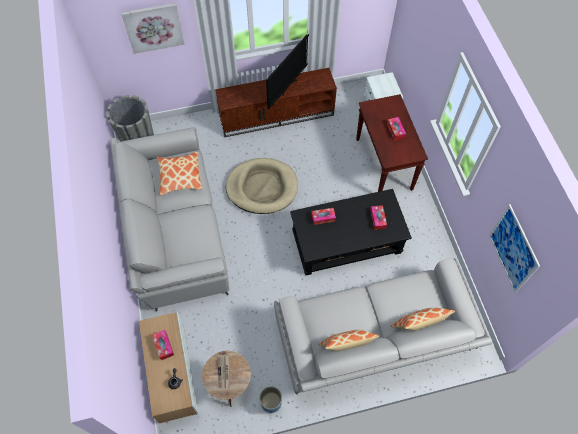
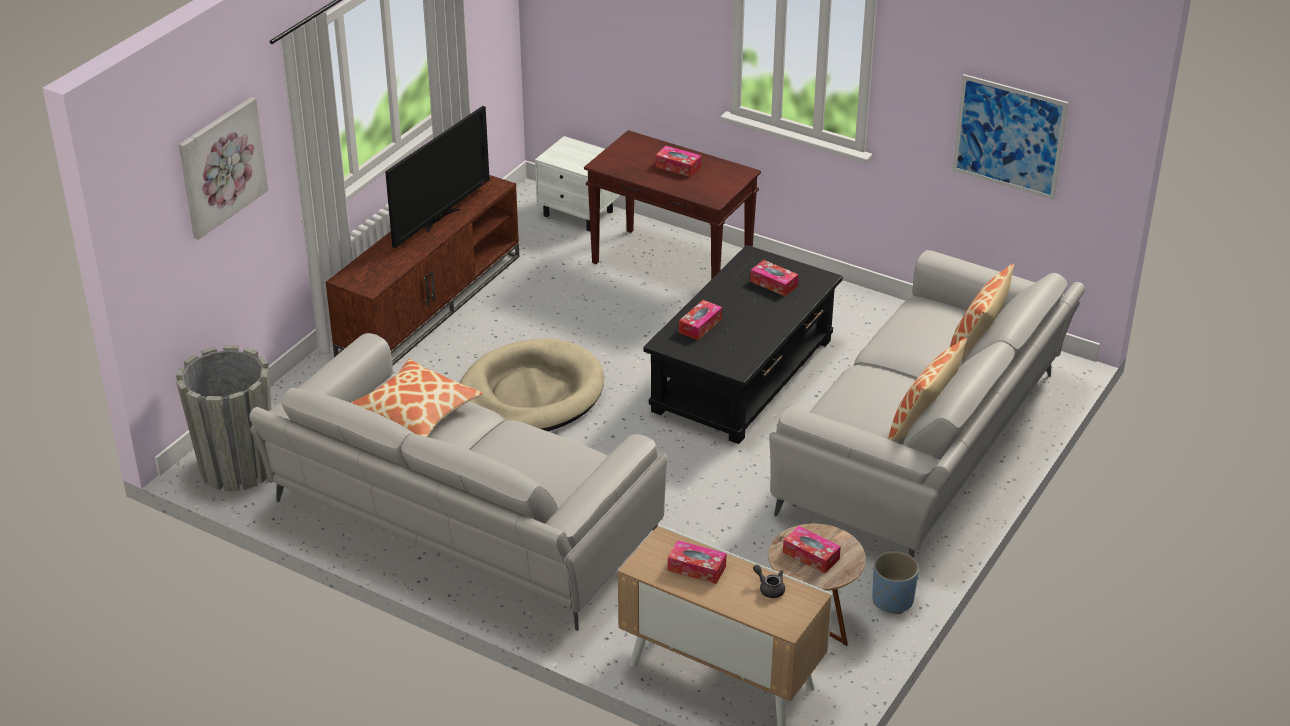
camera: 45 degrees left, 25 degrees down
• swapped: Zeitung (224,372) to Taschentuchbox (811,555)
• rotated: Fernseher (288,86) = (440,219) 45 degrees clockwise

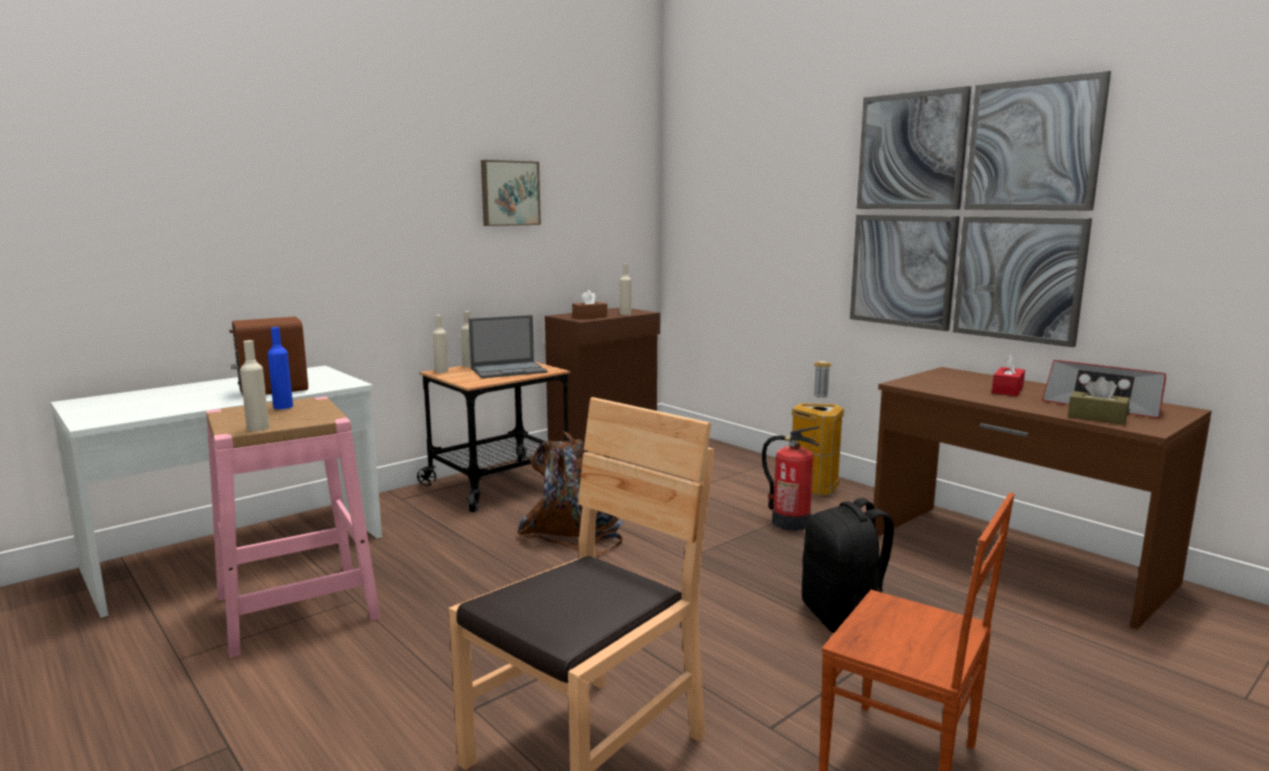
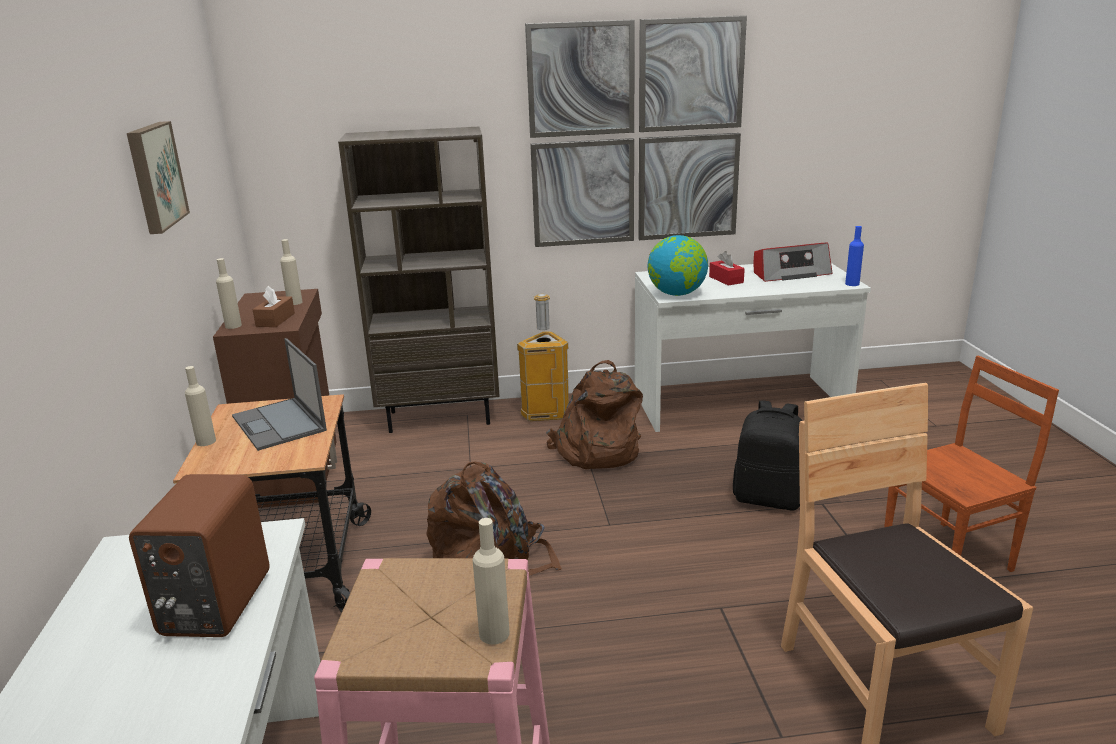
camera: 55 degrees left, 10 degrees up
• shifted: Flasche (blau) (283,407) to (852,284)
• shifted: Flasche (beige) (441,371) to (233,326)
• rotated: Laptop (509,370) = (279,424) 135 degrees clockwise
• swapped: Feuerlöscher (790,522) to Rucksack (braun) (596,451)
• repainted: Schreibtisch (braun) (1014,559) to Schreibtisch (weiß) (740,403)
• gone: Taschentuchbox (braun) (1096,418)
• new: Bücherregal (braun) (440,417)
• new: Globus (677,294)

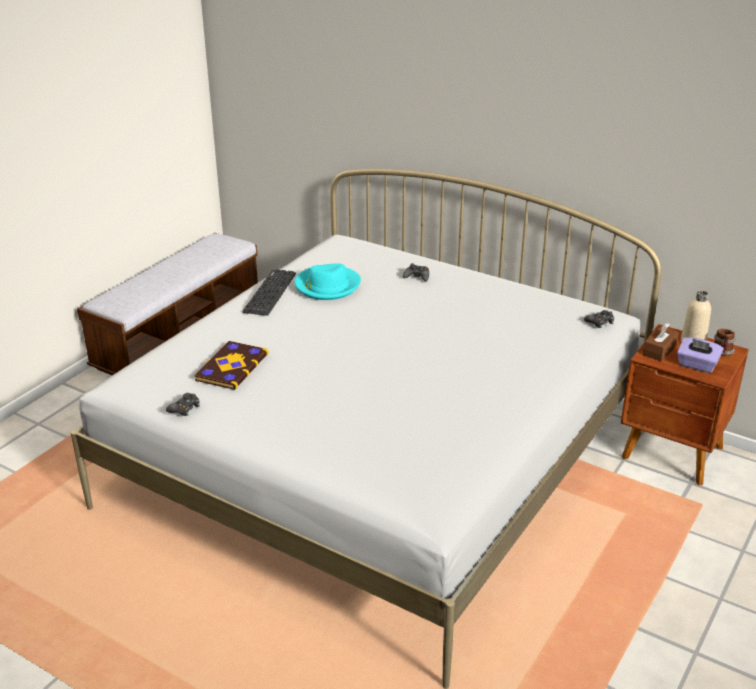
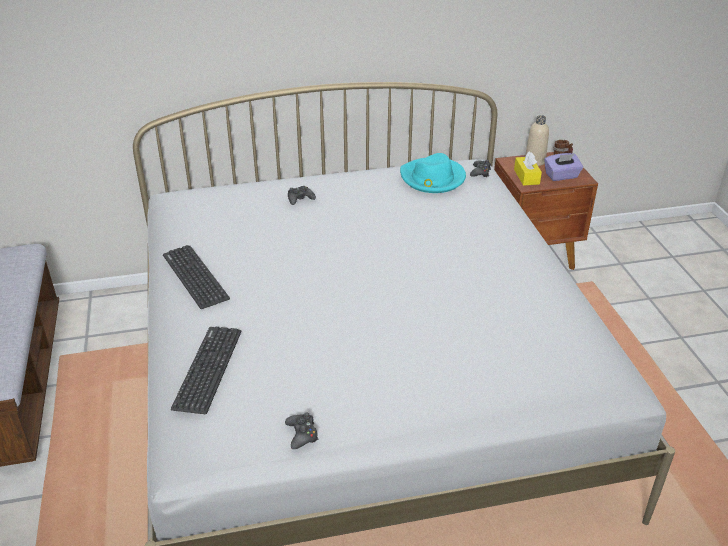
camera: 45 degrees left, 5 degrees up
• gone: Buch (231,367)
• shifted: Hut (türkis) (327,286) to (432,178)
• repainted: Taschentuchbox (braun) (659,350) to Taschentuchbox (gelb) (526,177)
• new: Tastatur (208,369)

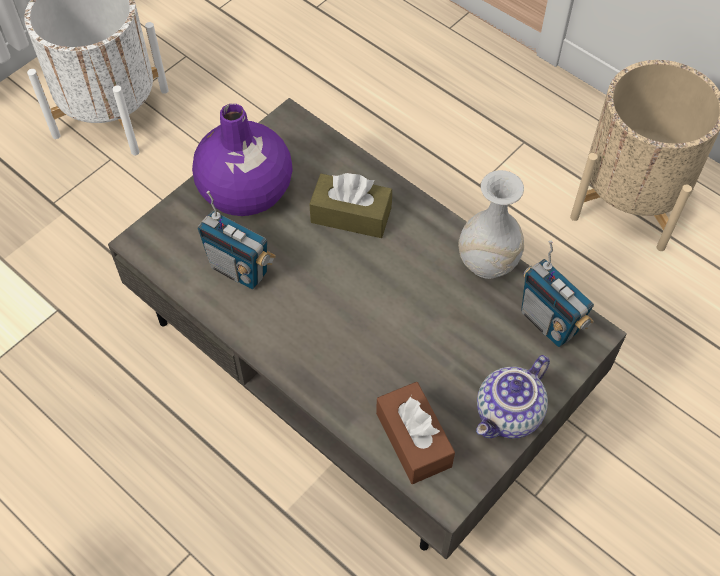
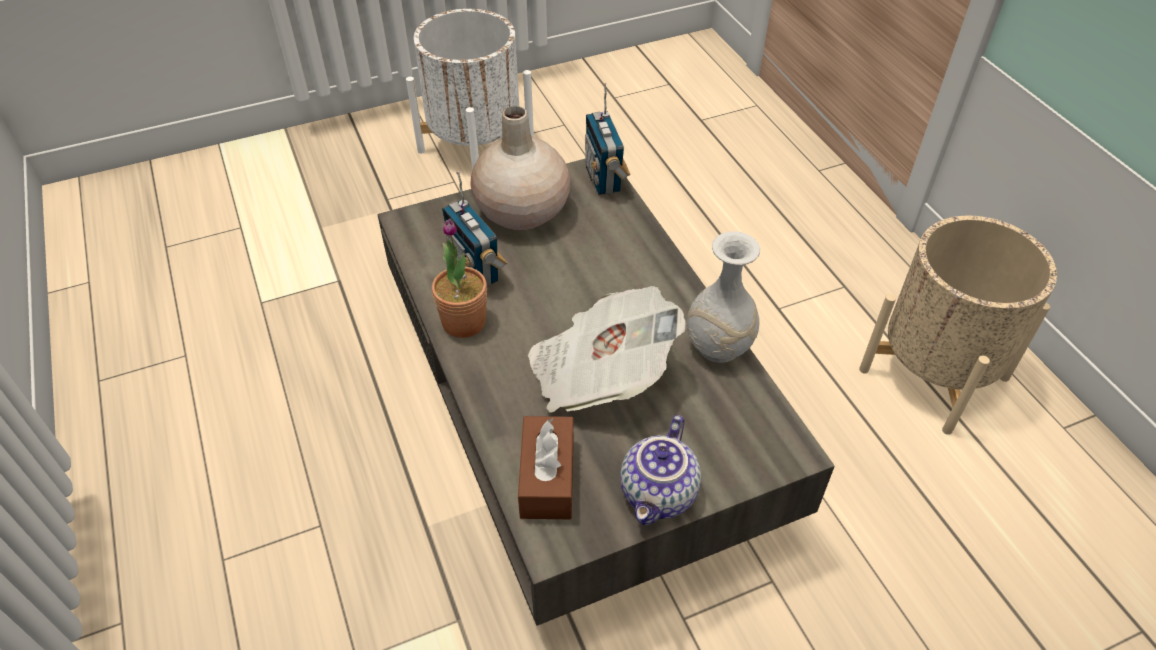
camera: 25 degrees right, 10 degrees down
• repainted: Vase (lila) (245,192) to Vase (beige) (521,212)
• gone: Taschentuchbox (braun) (351,215)
• rotated: Teekanne (509,415) = (660,495) 45 degrees counterclockwise
• shifted: Radio (549,322) to (604,179)
• new: Topfpflanze (464,322)
• new: Zeitung (600,374)

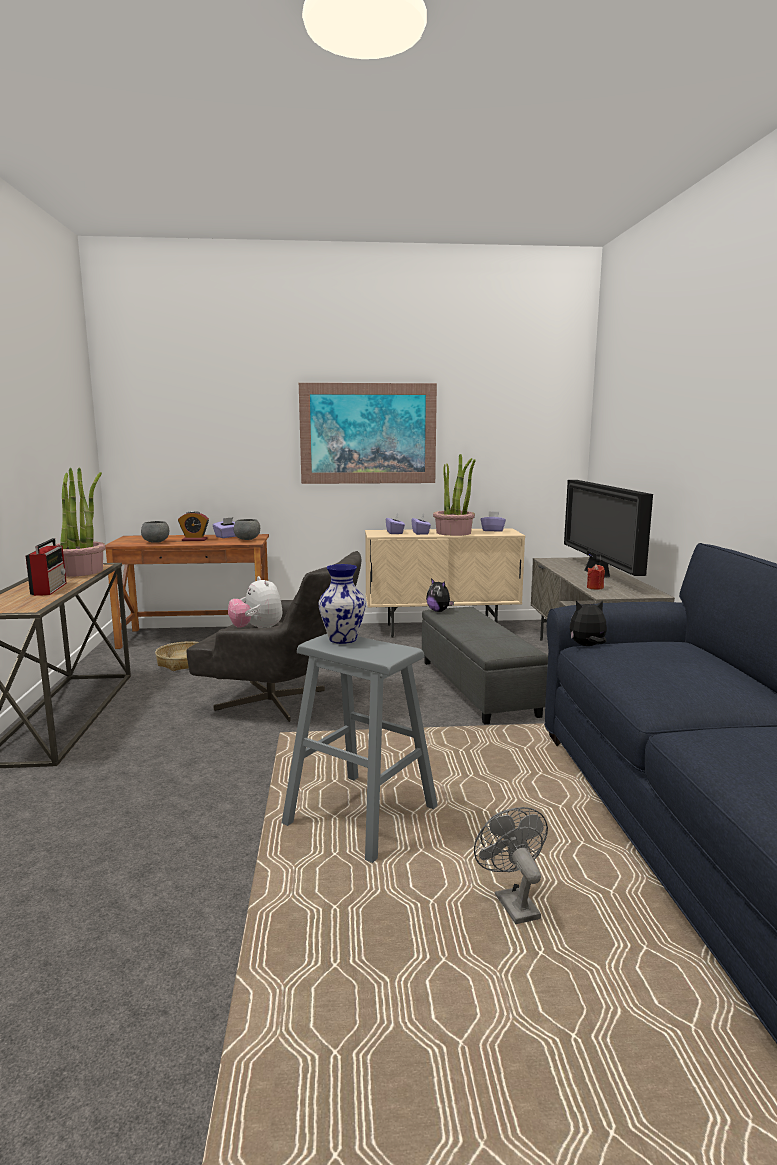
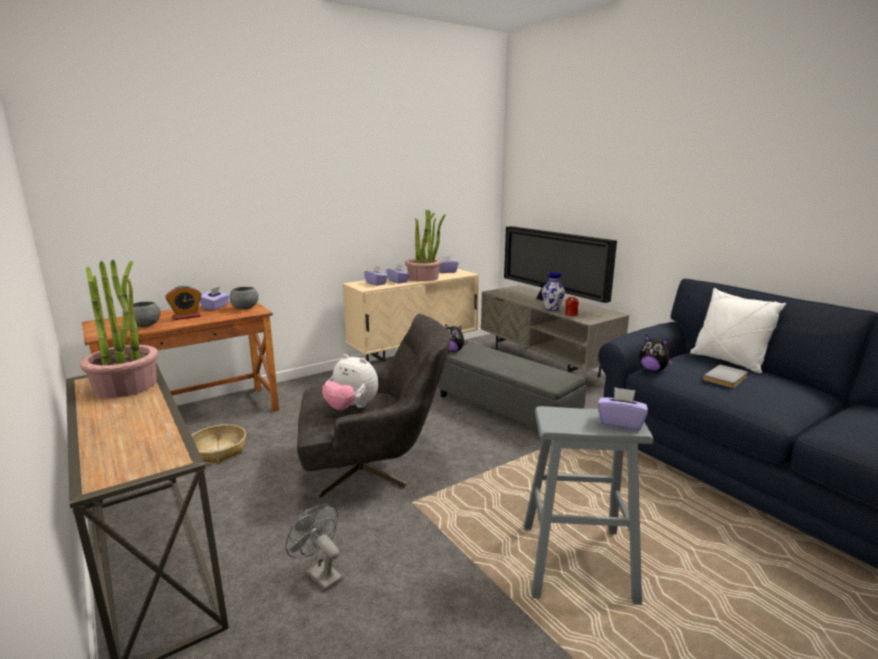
camera: 30 degrees left, 5 degrees up
• gone: Radio (50,589)
• gone: Bild (368,434)
• shifted: Vase (343,639) to (552,308)
• shifted: Ventilator (grau) (512,902) to (319,574)
• rotated: Plüschtier (587,646) = (653,370) 105 degrees counterclockwise
• new: Taschentuchbox (lila) (620,423)
• new: Kissen (weiß) (728,361)
• new: Buch (grau) (727,378)

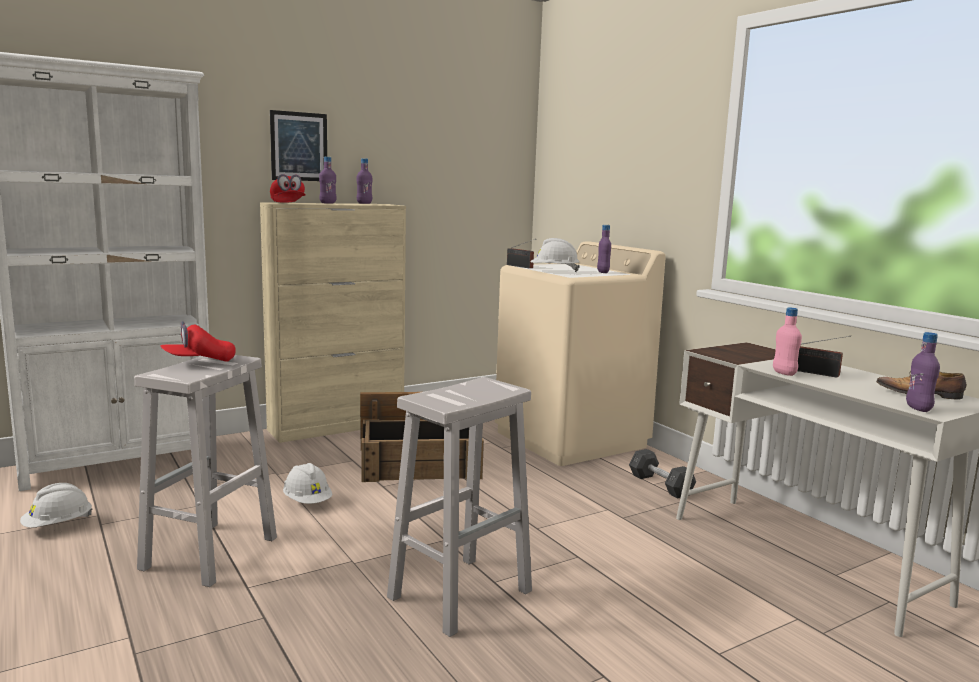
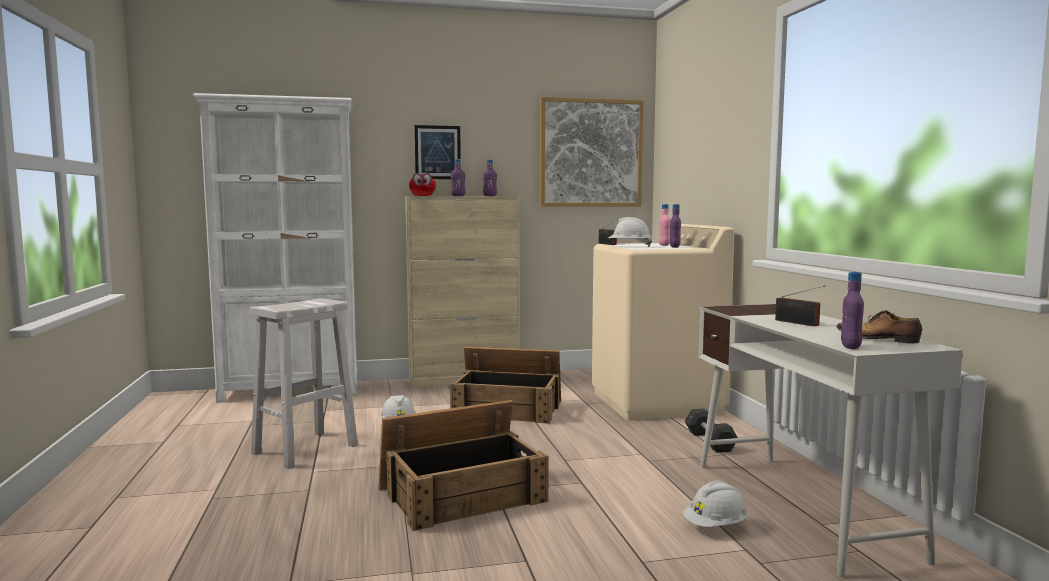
camera: 20 degrees right, 5 degrees down
• shifted: Schutzhelm (weiß) (58,525) to (715,526)
• gone: Kappe (rot) (199,361)
• swapped: Hocker (weiß) (461,593) to Kiste (462,494)
• shifted: Flasche (rosa) (784,373) to (664,245)
• new: Bild (591,153)

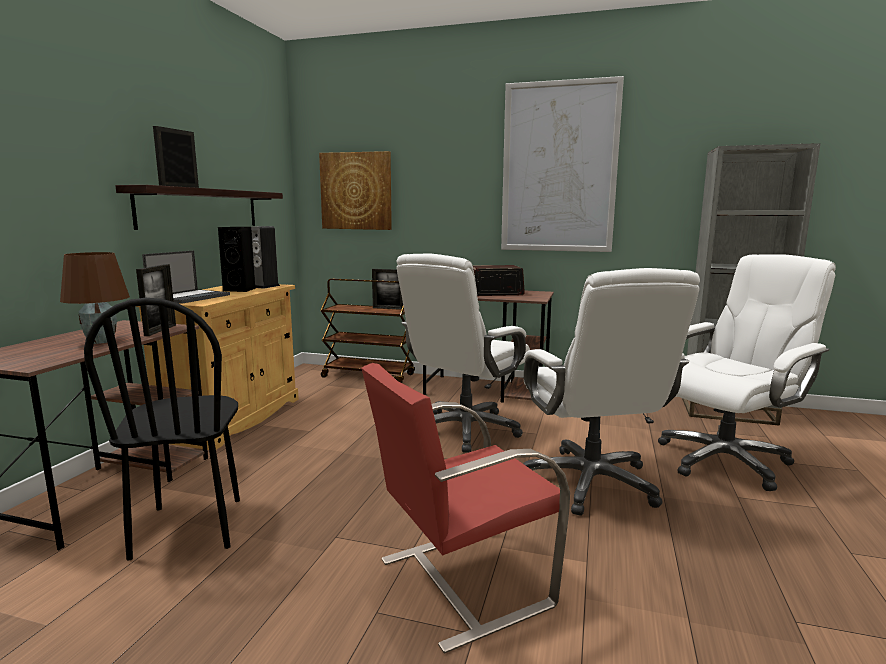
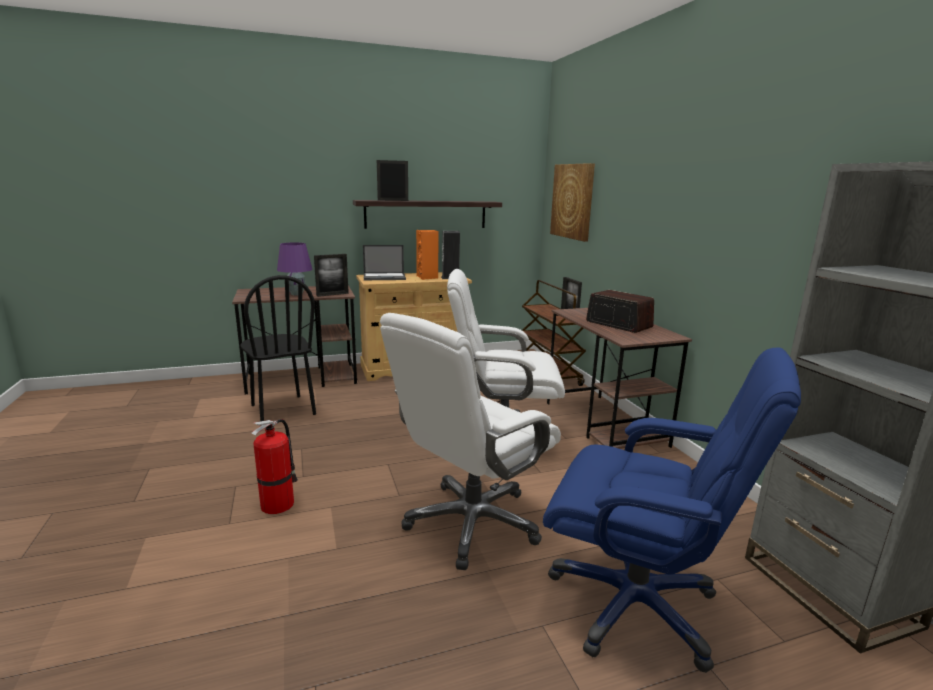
camera: 55 degrees right, 5 degrees up
• repainted: Tischlampe (braun) (101,341) to Tischlampe (lila) (296,294)
• rotated: Stuhl (schwarz) (189,527) = (282,410) 75 degrees counterclockwise
• repainted: Lautsprecher (schwarz) (241,290) to Lautsprecher (orange) (427,277)
• swapped: Stuhl (rot) (460,582) to Feuerlöscher (278,503)
• gone: Bild (559,168)
• repainted: Bürostuhl (weiß) (724,460) to Bürostuhl (blau) (636,604)

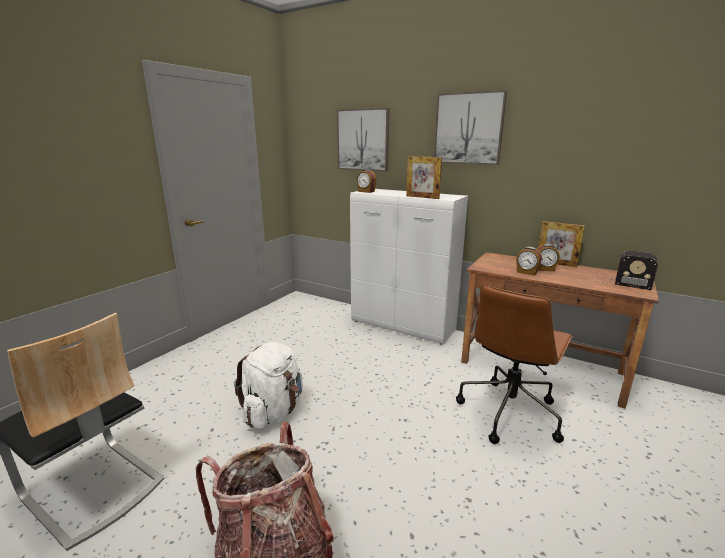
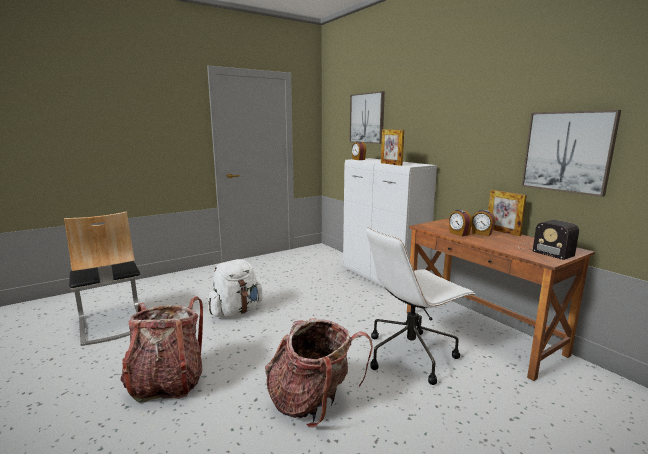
camera: 25 degrees right, 5 degrees down
• shifted: Bild (468,128) to (567,152)
• repainted: Bürostuhl (braun) (509,412) to Bürostuhl (weiß) (411,354)
• new: Rucksack (313,403)

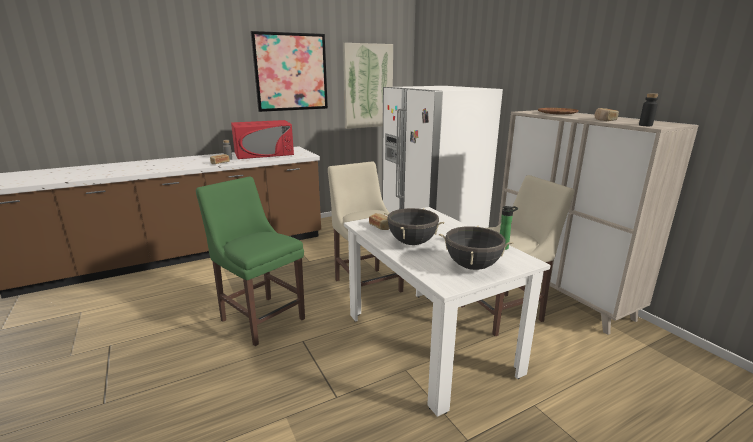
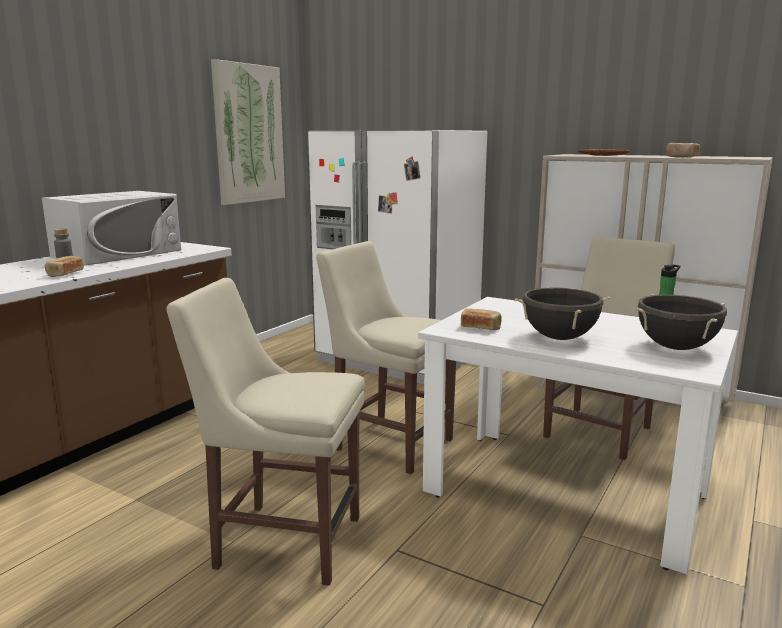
camera: 30 degrees left, 5 degrees down
• repainted: Stuhl (grün) (261,317) to Stuhl (beige) (282,540)
• repainted: Mikrowelle (rot) (264,153) to Mikrowelle (weiß) (118,253)
• gone: Bild (291,72)
• gone: Flasche (schwarz) (645,125)

